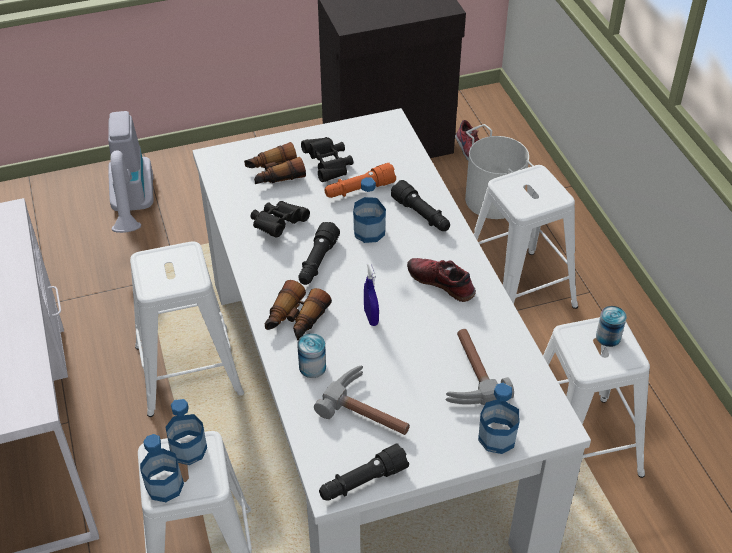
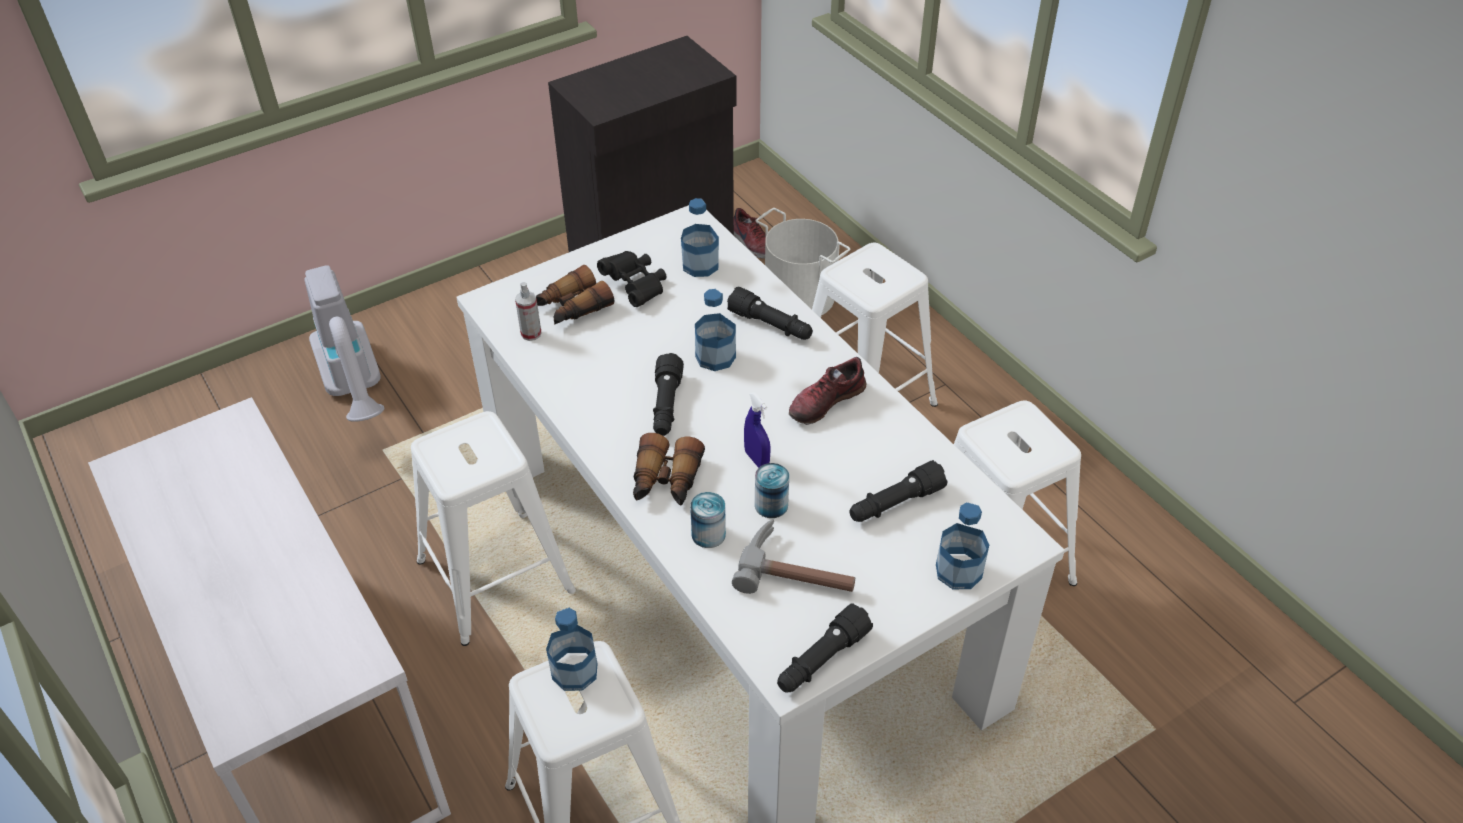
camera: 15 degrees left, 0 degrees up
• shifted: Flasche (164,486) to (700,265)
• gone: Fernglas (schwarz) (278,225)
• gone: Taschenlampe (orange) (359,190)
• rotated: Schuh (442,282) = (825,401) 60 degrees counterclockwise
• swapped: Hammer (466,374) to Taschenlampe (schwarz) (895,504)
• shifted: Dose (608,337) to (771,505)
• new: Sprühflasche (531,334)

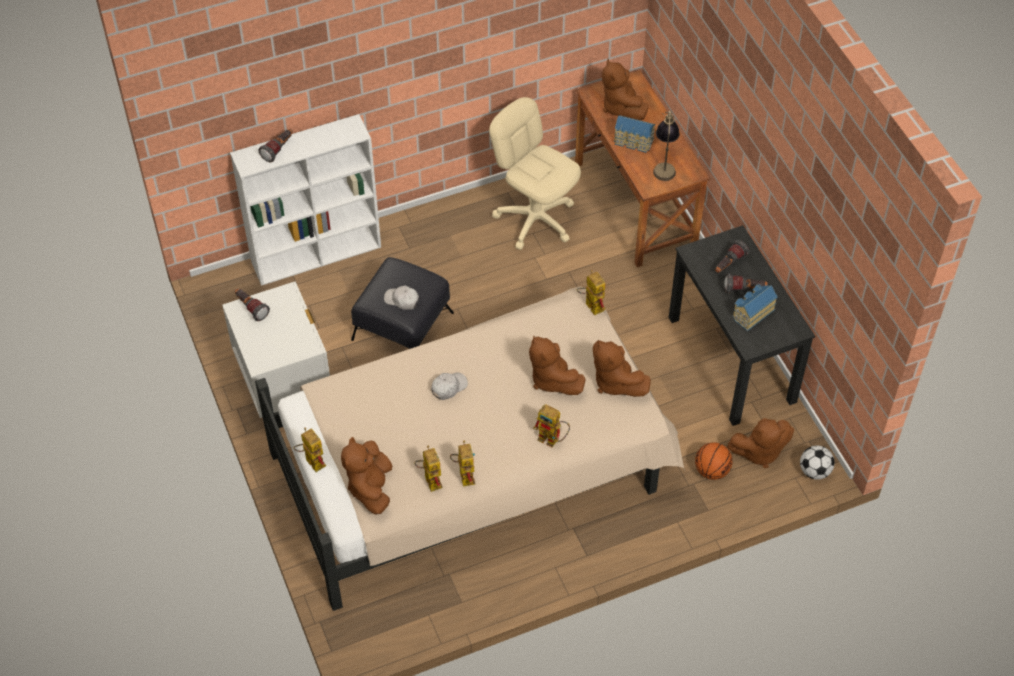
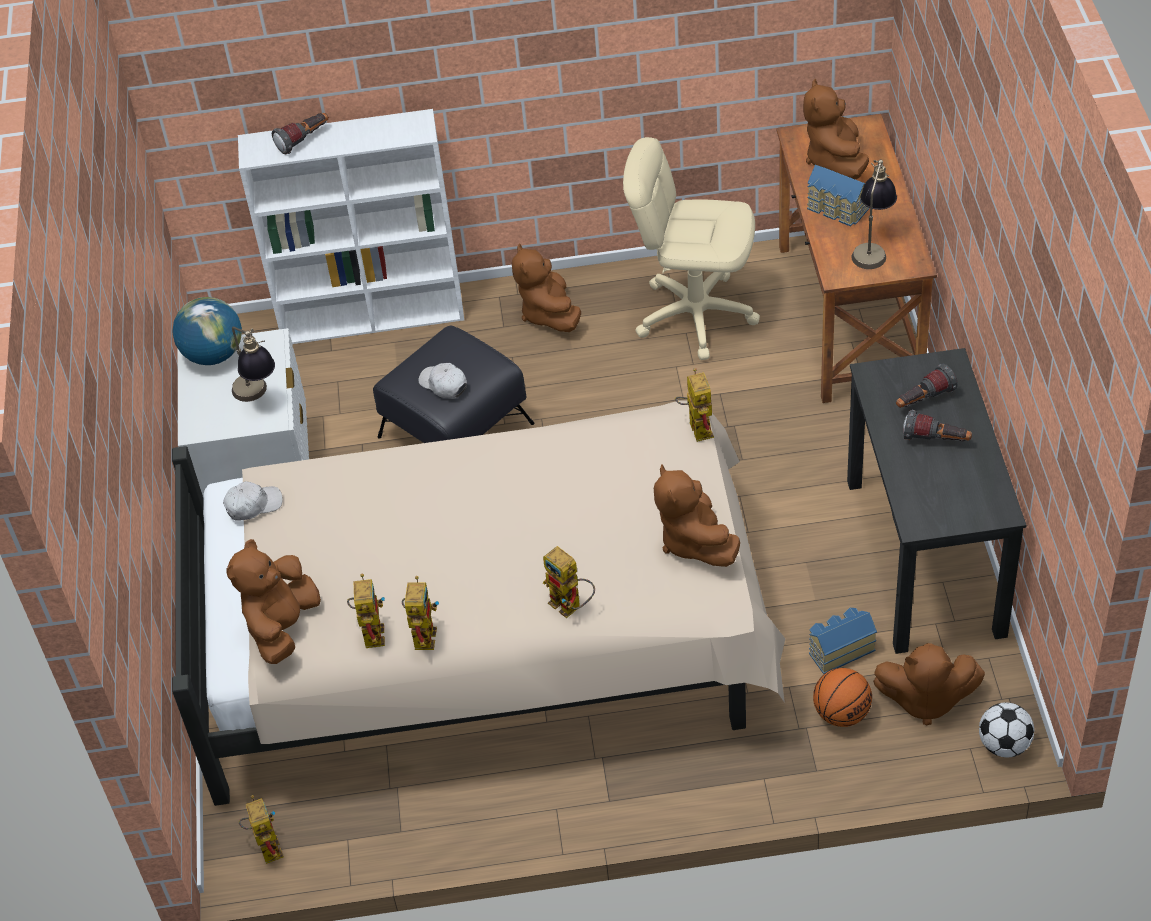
camera: 20 degrees right, 5 degrees down
• swapped: Taschenlampe (251,308) to Globus (213,354)
• shifted: Spielzeugroboter (311,461) to (266,845)
• shifted: Kappe (weiß) (448,387) to (253,505)
• rotated: Bürostuhl (beige) (535,219) = (695,315) 45 degrees counterclockwise
• shifted: Plüschtier (braun) (552,379) to (548,313)
• shifted: Spielzeughaus (752,313) to (839,649)
• new: Tischlampe (258,397)

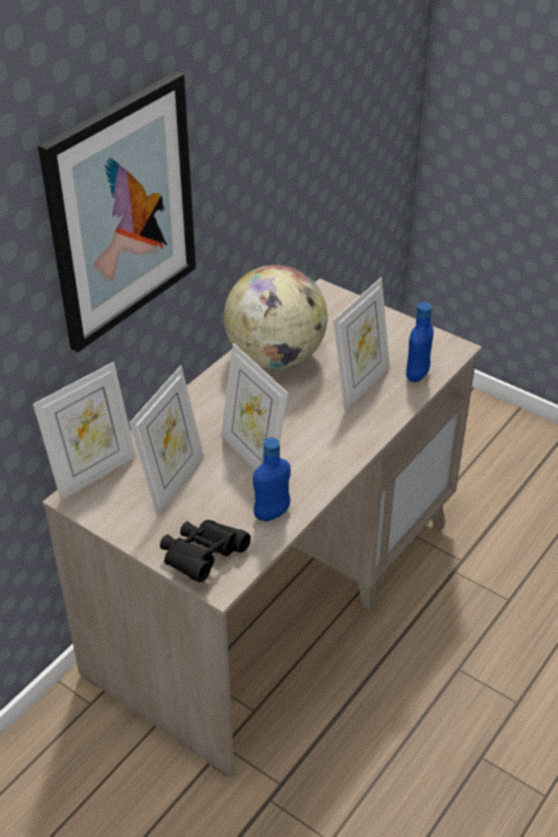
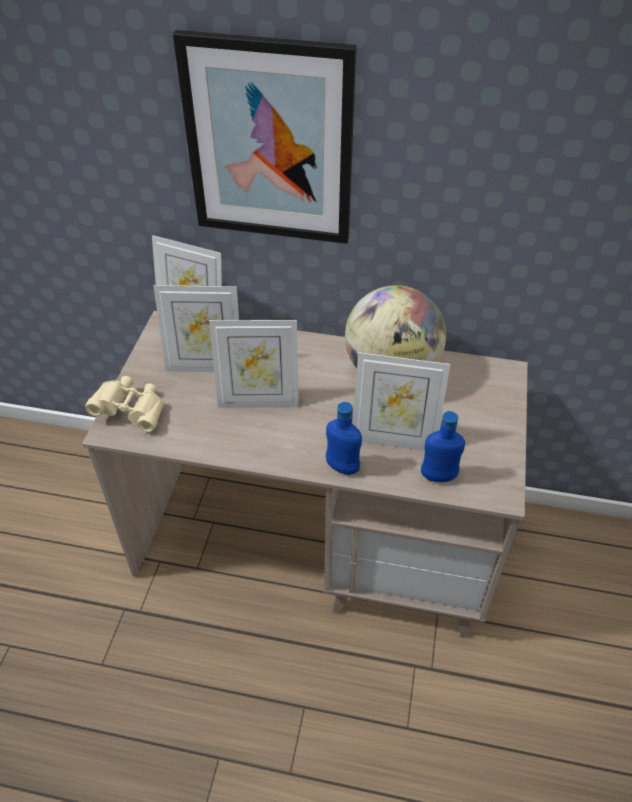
camera: 65 degrees right, 5 degrees up
• repainted: Fernglas (schwarz) (202,558) to Fernglas (beige) (132,411)
• rotated: Bilderrahmen (253,456) = (258,401) 120 degrees counterclockwise
• shifted: Flasche (blau) (272,513) to (342,467)

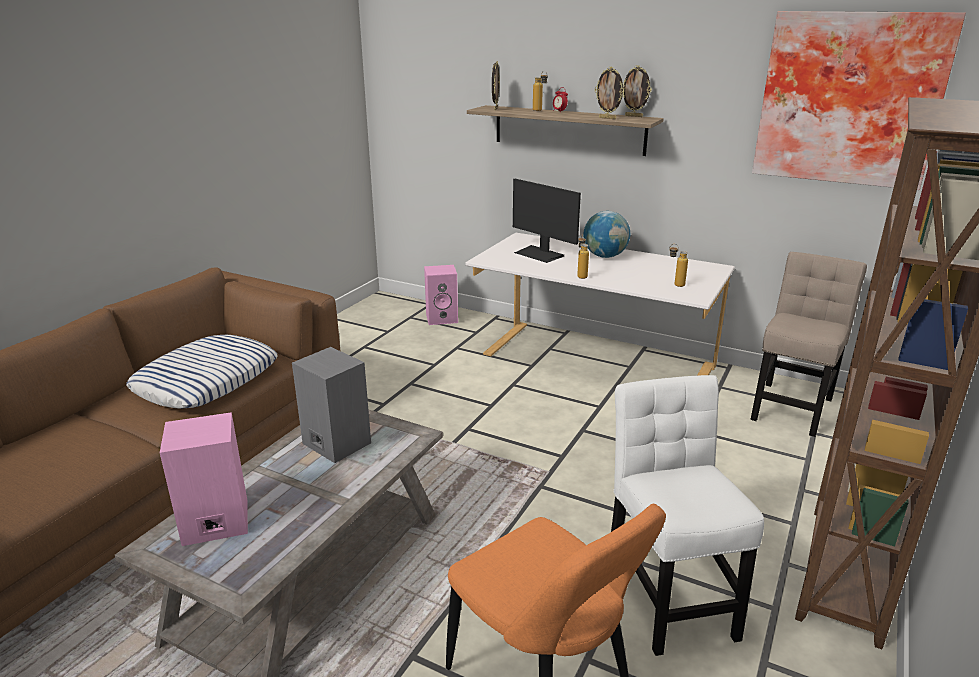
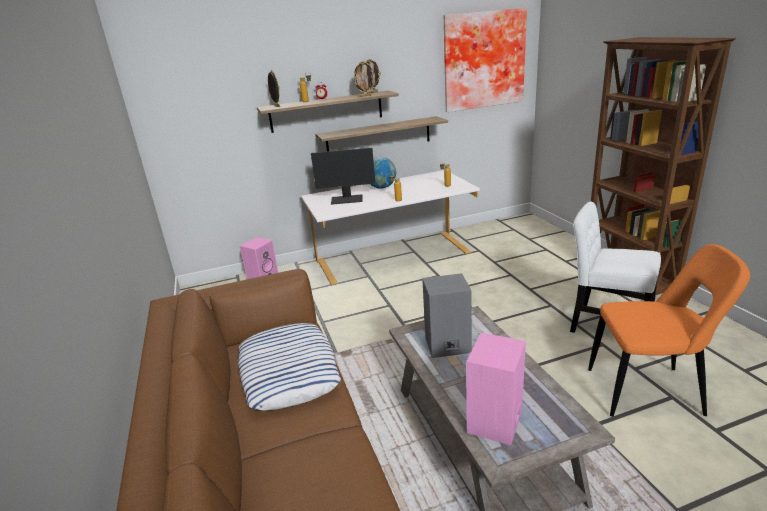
camera: 45 degrees left, 0 degrees up
• gone: Stuhl (beige) (791,406)
• new: Wandregal (378,136)

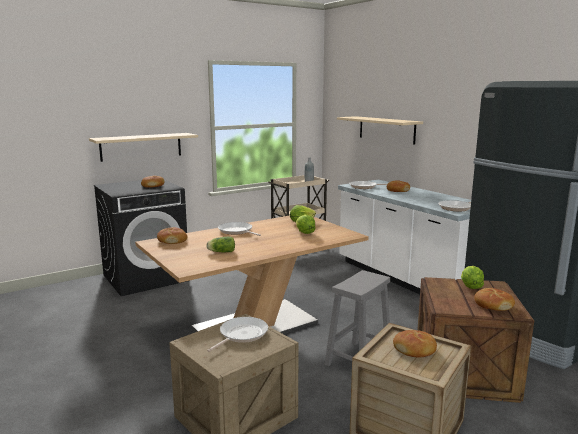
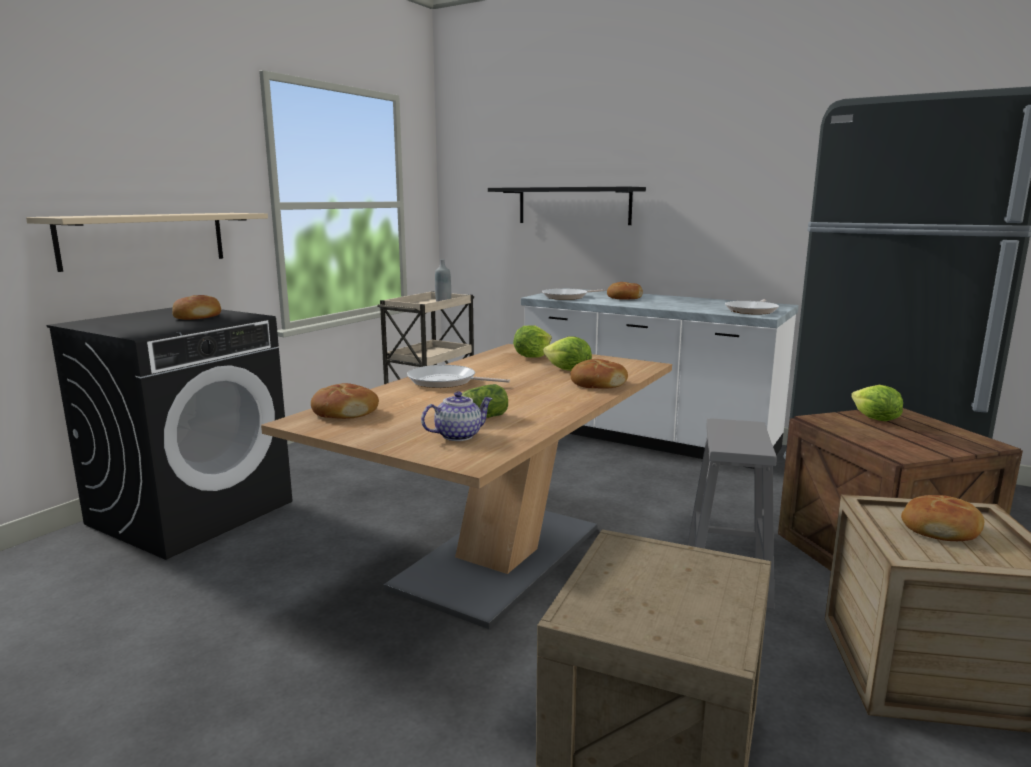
camera: 25 degrees left, 0 degrees up
• gone: Pfanne (241,334)
• repainted: Wandregal (beige) (386,129) to Wandregal (schwarz) (574,205)
• shifted: Brot (492,305) to (597,384)
• new: Teekanne (458,435)

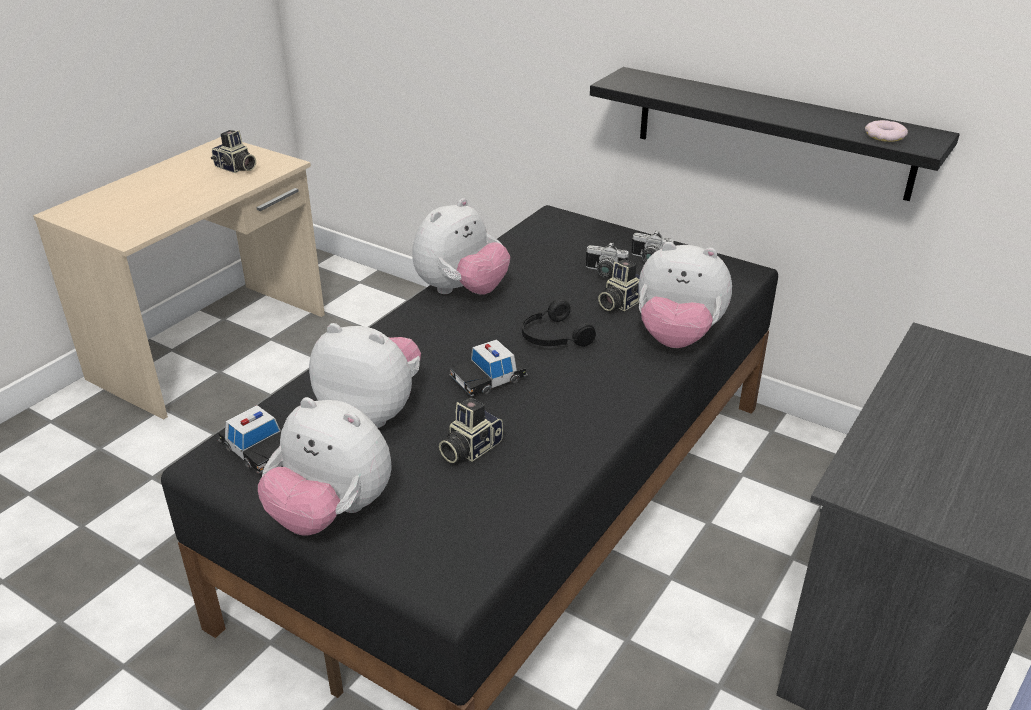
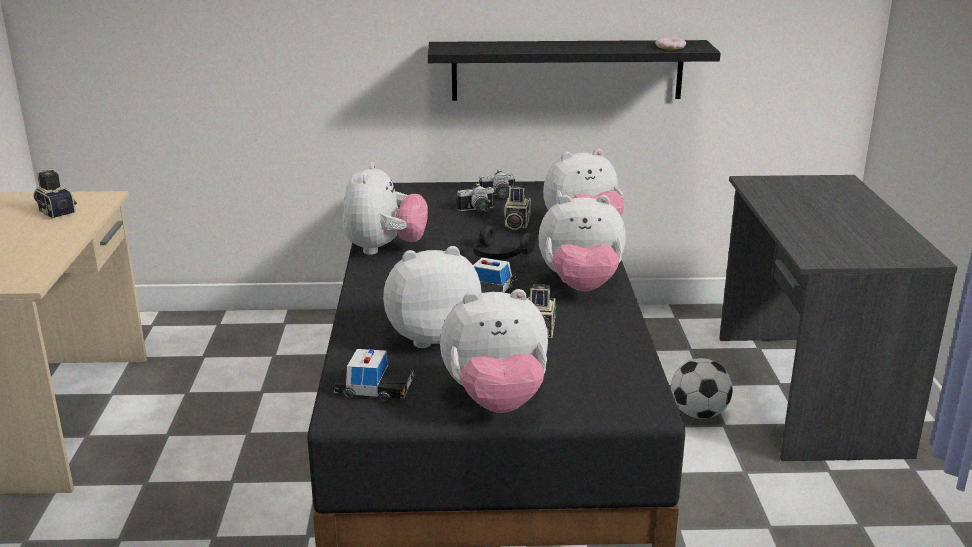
camera: 35 degrees left, 10 degrees down
• rotated: Kamera (235,168) = (56,211) 135 degrees counterclockwise
• new: Plüschtier (581,286)
• new: Fußball (699,413)

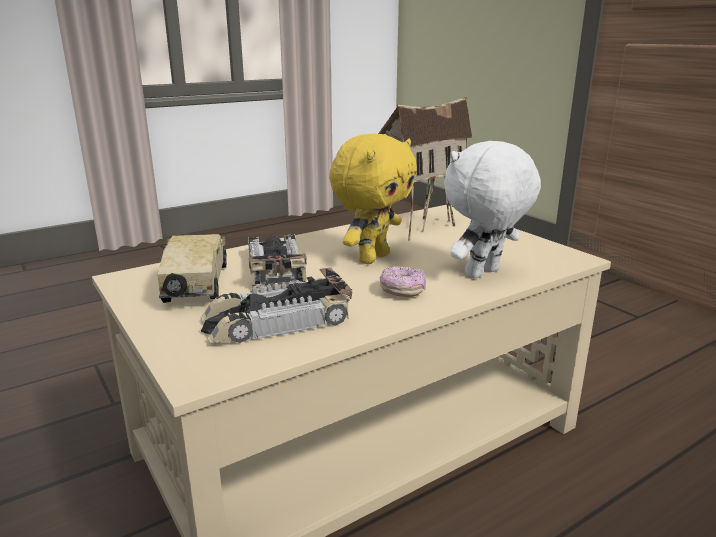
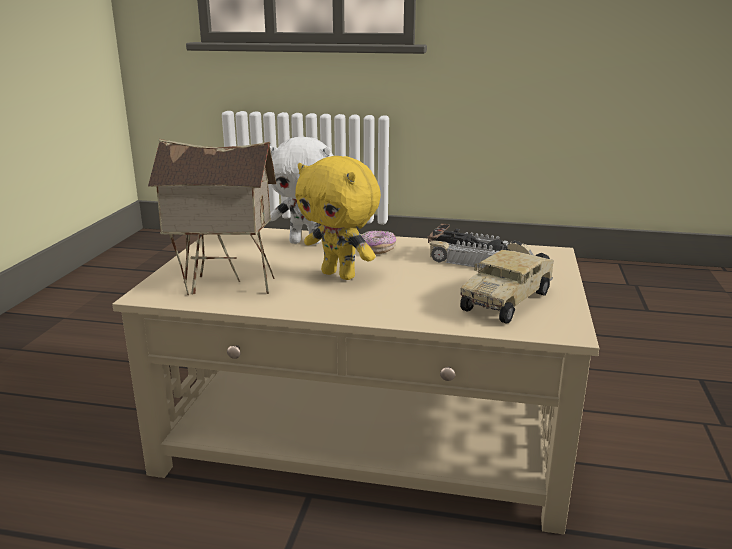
camera: 135 degrees left, 0 degrees up
• gone: Spielzeugauto (275,266)
• rotated: Plüschtier (gelb) (372,258) = (340,275) 135 degrees counterclockwise

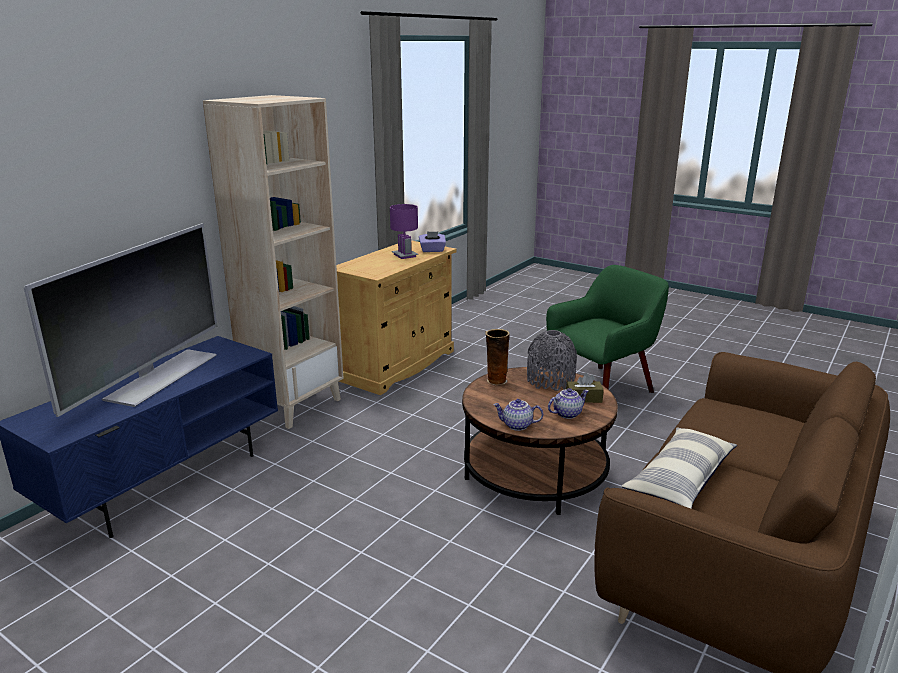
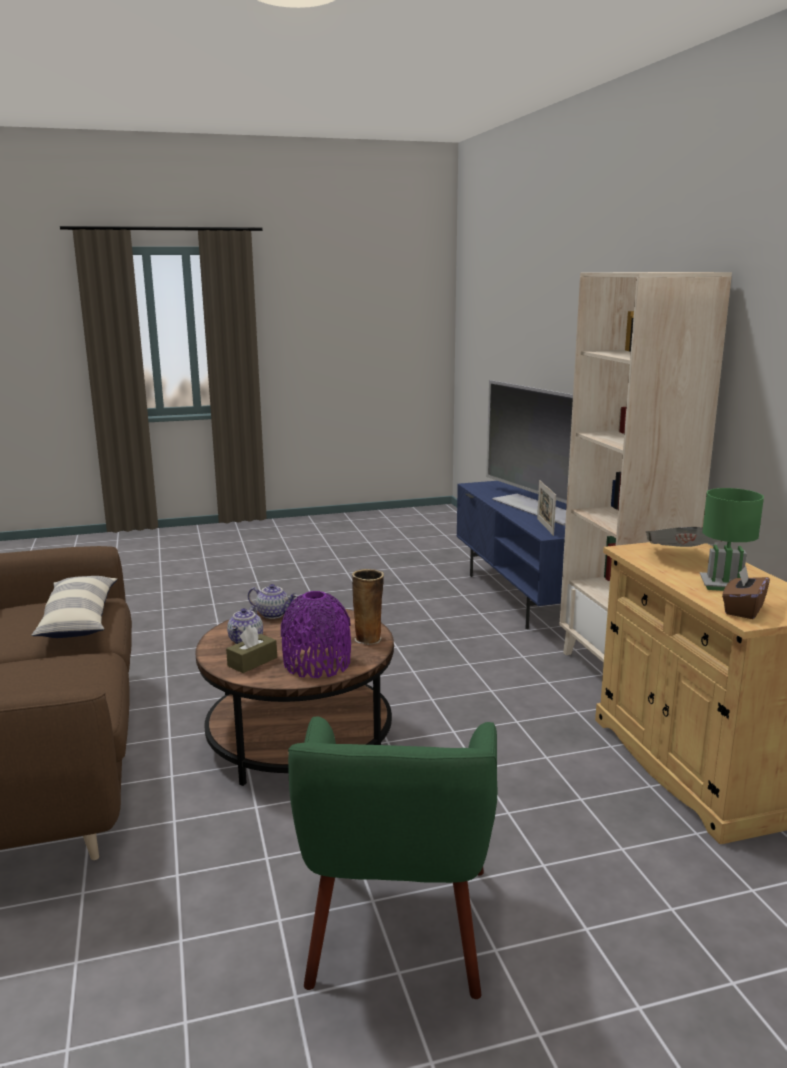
camera: 130 degrees right, 5 degrees down
• repainted: Tischlampe (lila) (404,255) to Tischlampe (grün) (723,585)
• repainted: Taschentuchbox (lila) (432,250) to Taschentuchbox (braun) (743,610)
• rotated: Teekanne (517,426) = (274,614) 60 degrees clockwise
• repainted: Vase (grau) (550,381) to Vase (lila) (317,664)
• new: Bilderrahmen (545,527)
• new: Zeitung (681,557)

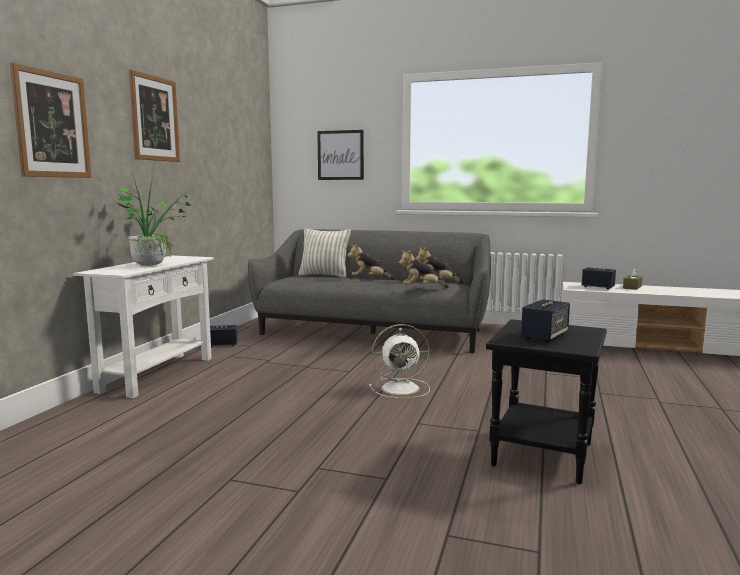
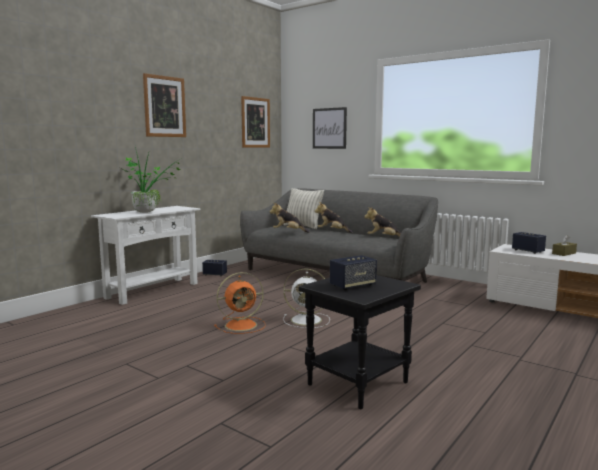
camera: 20 degrees right, 0 degrees up
• shifted: Bild (52,125) to (255,122)
• shifted: Plüschtier (421,288) to (288,232)
• new: Ventilator (orange) (242,325)

